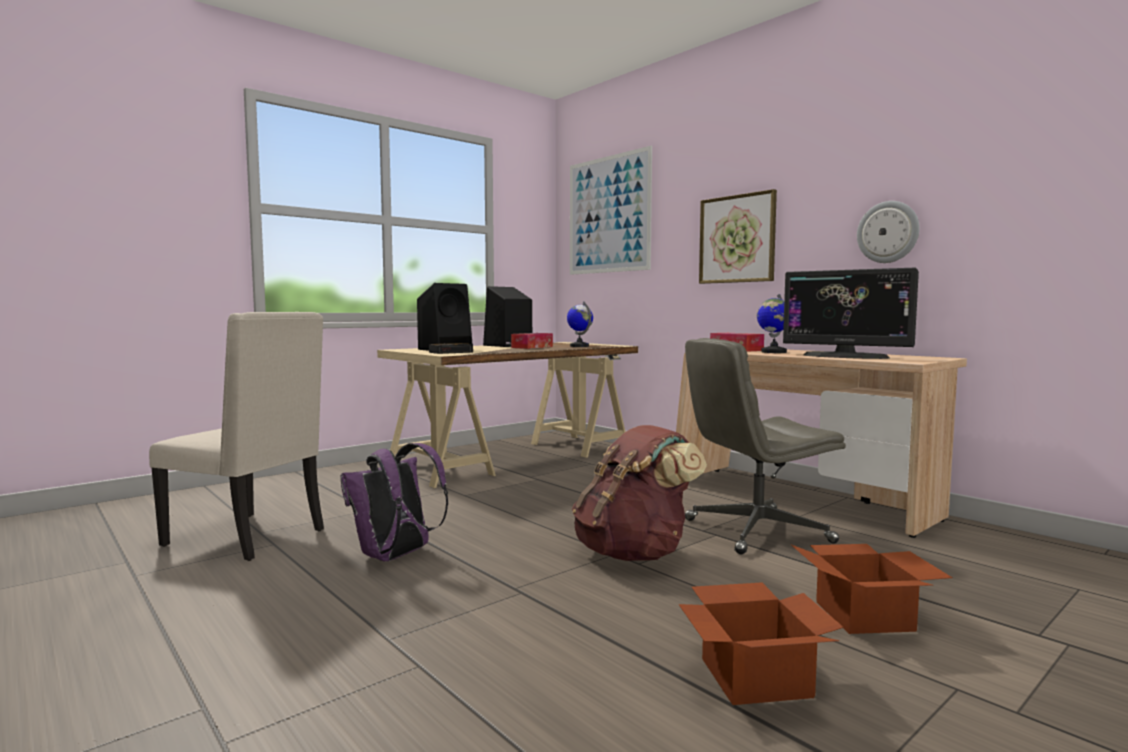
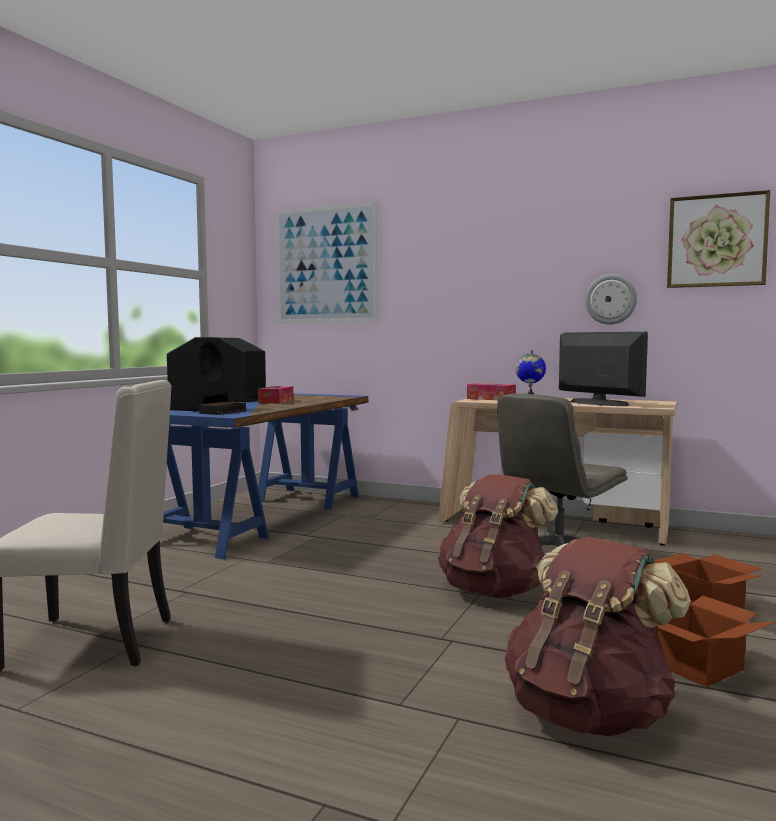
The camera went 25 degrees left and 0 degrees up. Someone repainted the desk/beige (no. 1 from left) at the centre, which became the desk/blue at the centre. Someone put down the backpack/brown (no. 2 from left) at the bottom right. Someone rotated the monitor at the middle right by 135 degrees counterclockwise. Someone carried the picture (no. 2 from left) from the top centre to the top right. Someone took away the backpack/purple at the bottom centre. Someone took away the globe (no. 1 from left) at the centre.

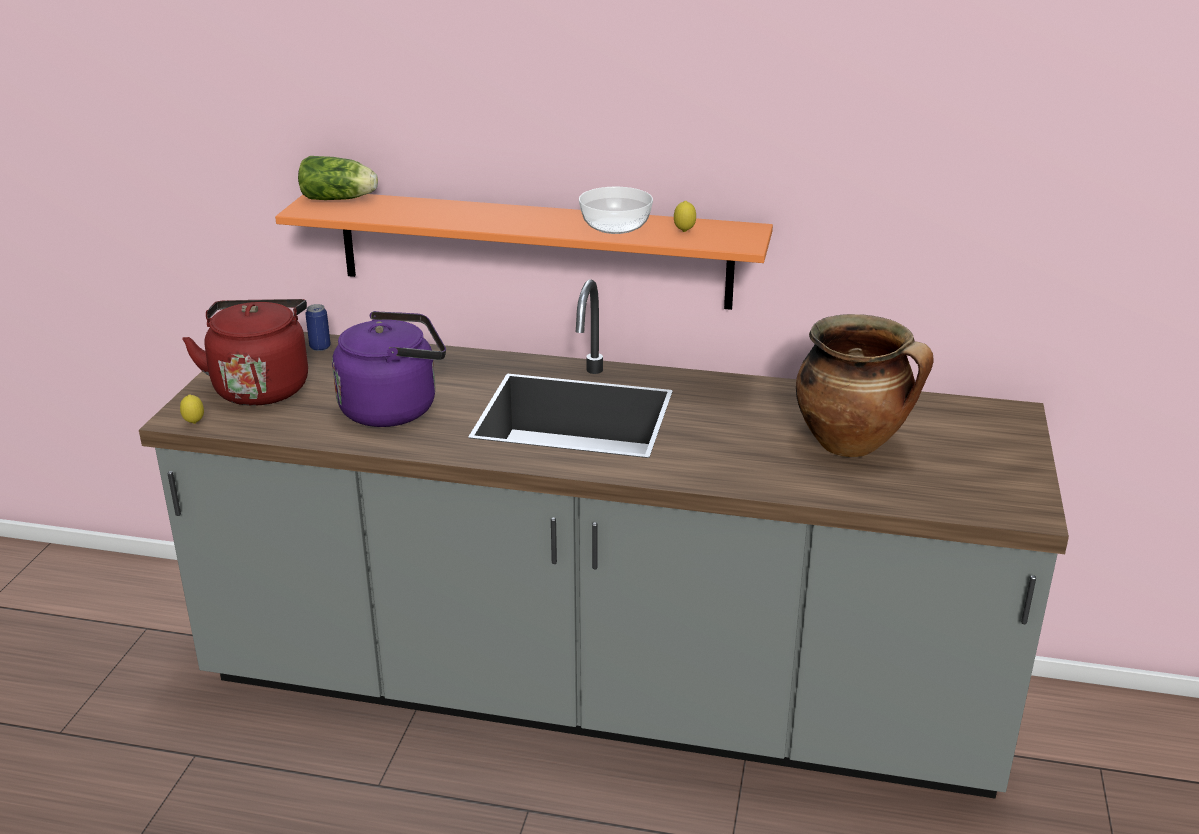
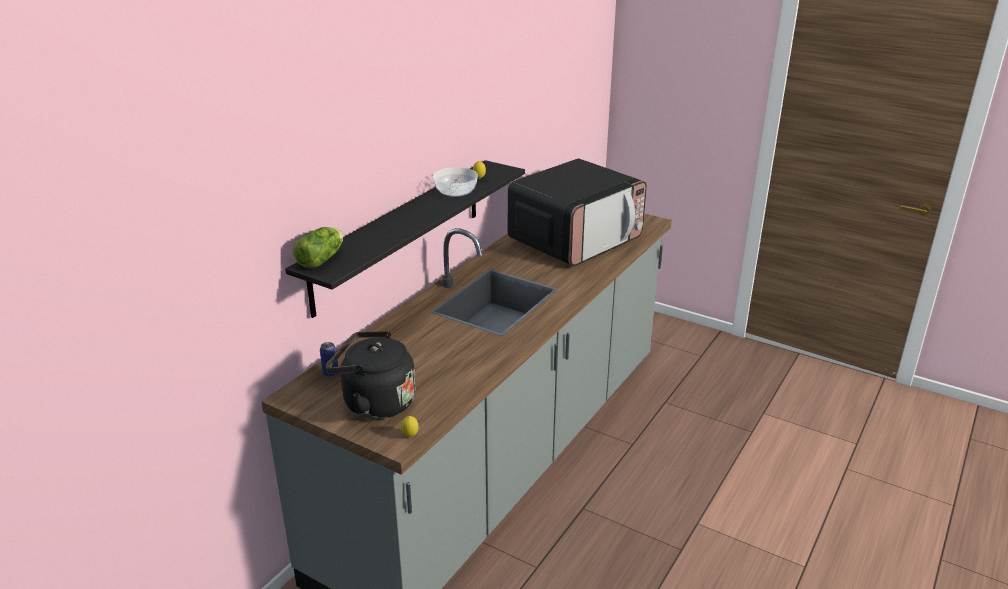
The camera went 70 degrees left and 0 degrees up. Someone repainted the shelf/orange at the top centre, which became the shelf/black at the centre. Someone repainted the kettle/red at the middle left, which became the kettle/black at the centre. Someone swapped the cooking pot at the middle right for the microwave at the centre. Someone took away the kettle/purple at the middle left.

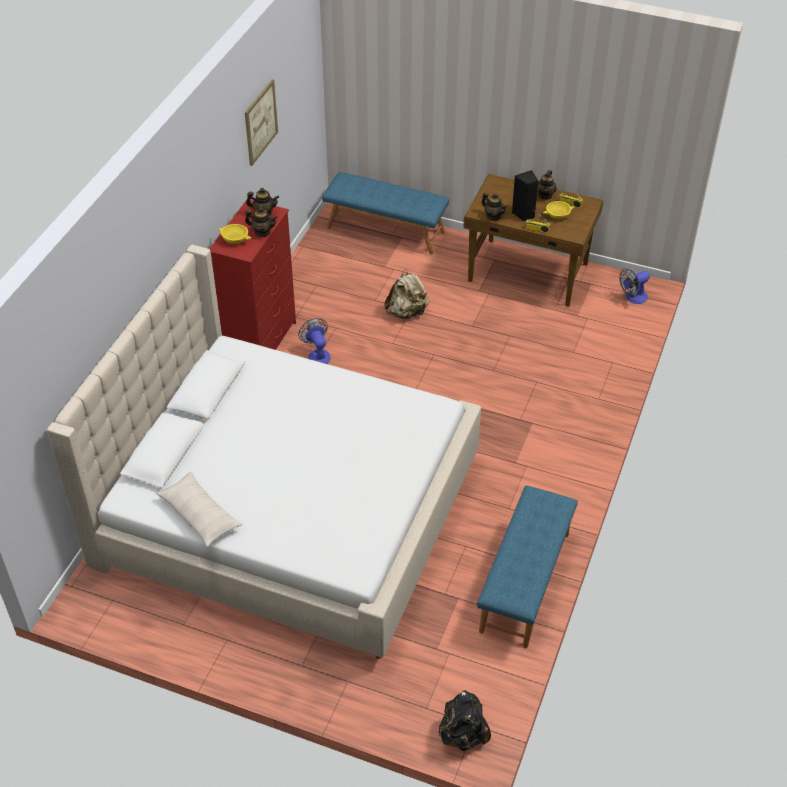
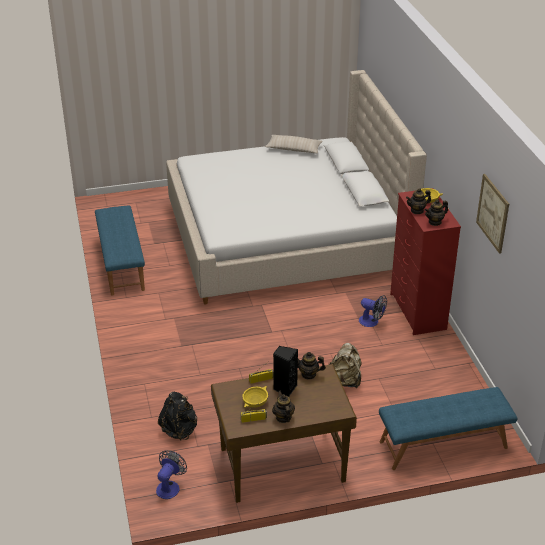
The camera went 145 degrees right and 10 degrees down. Someone carried the backpack/black from the bottom centre to the bottom left.

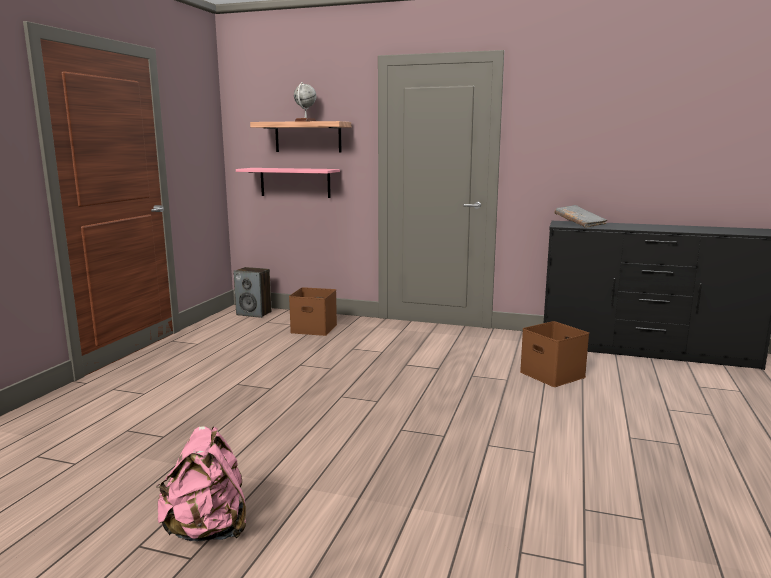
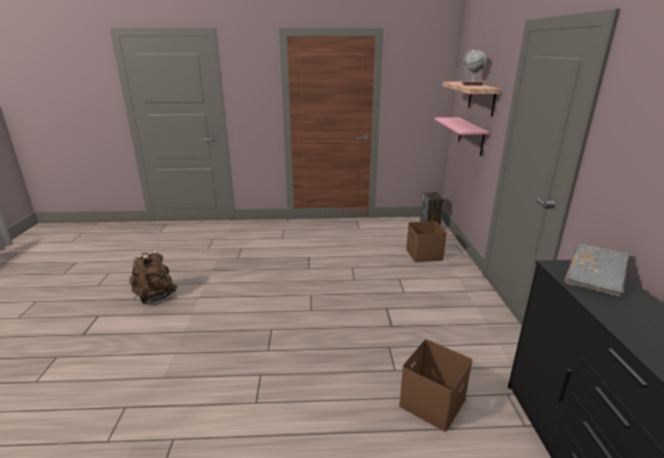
The camera went 70 degrees right and 10 degrees up. Someone repainted the backpack/pink at the bottom left, which became the backpack/brown at the middle left.

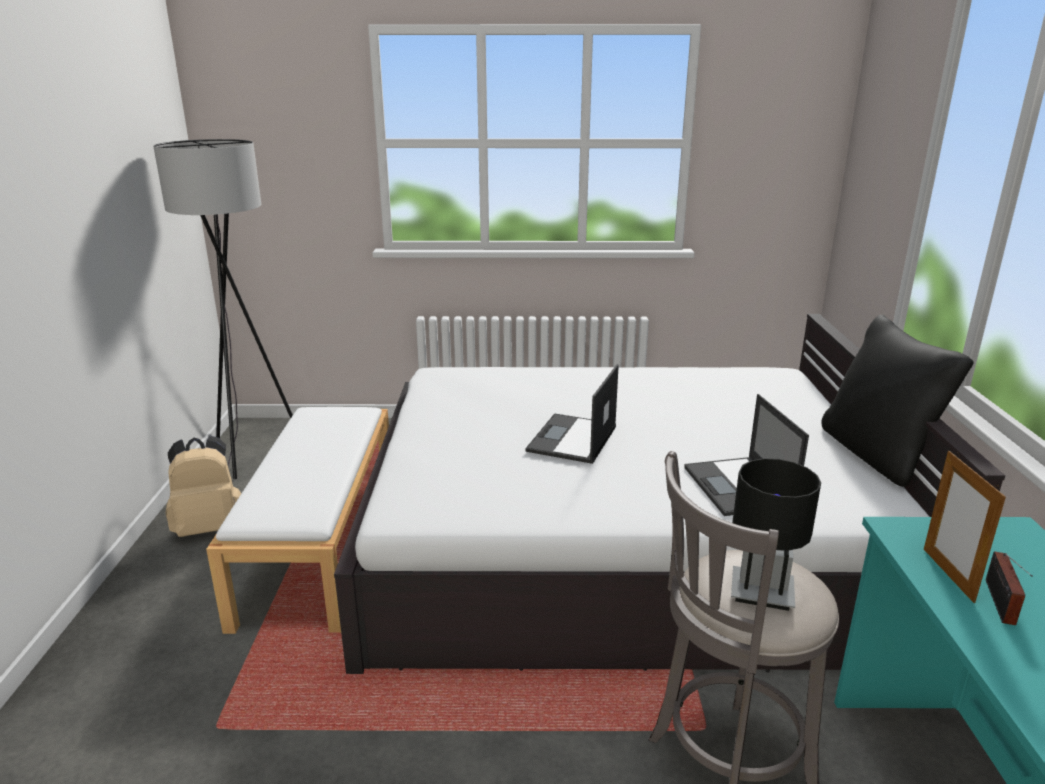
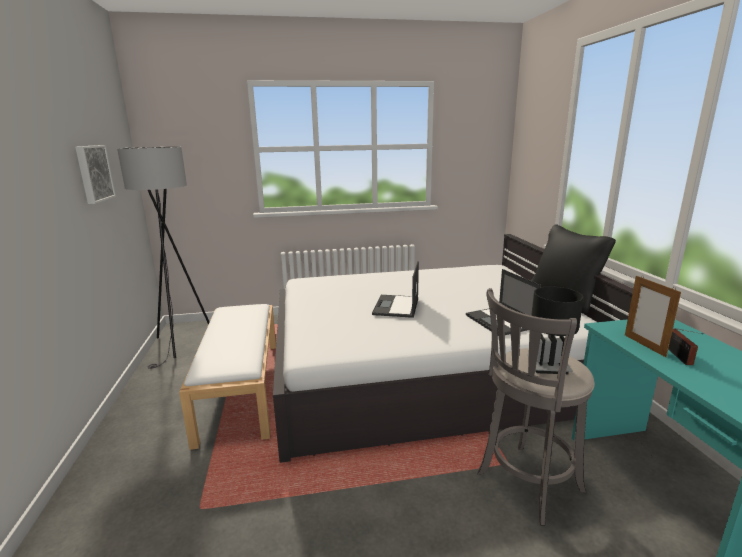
The camera went 10 degrees left and 5 degrees down. Someone put up the picture at the top left. Someone took away the backpack/beige at the middle left.

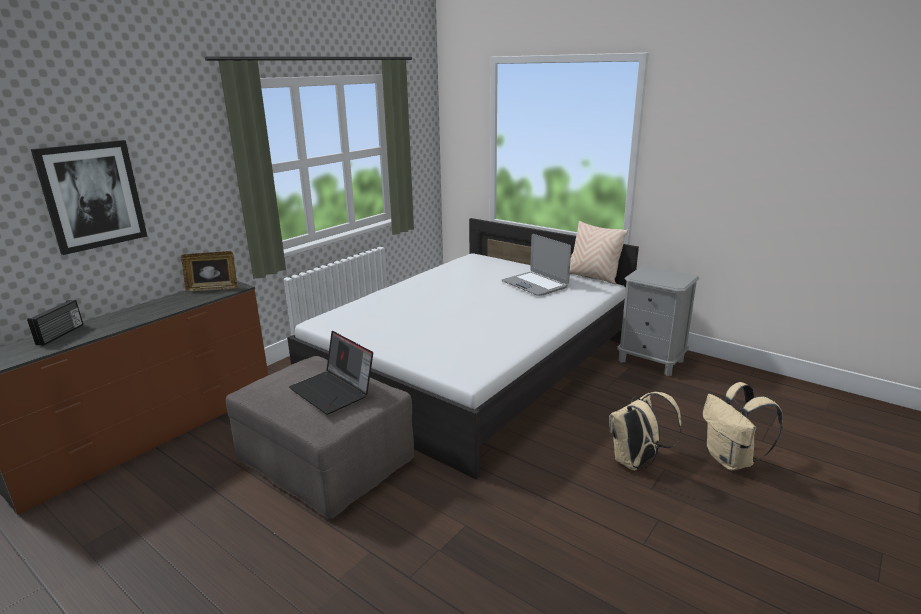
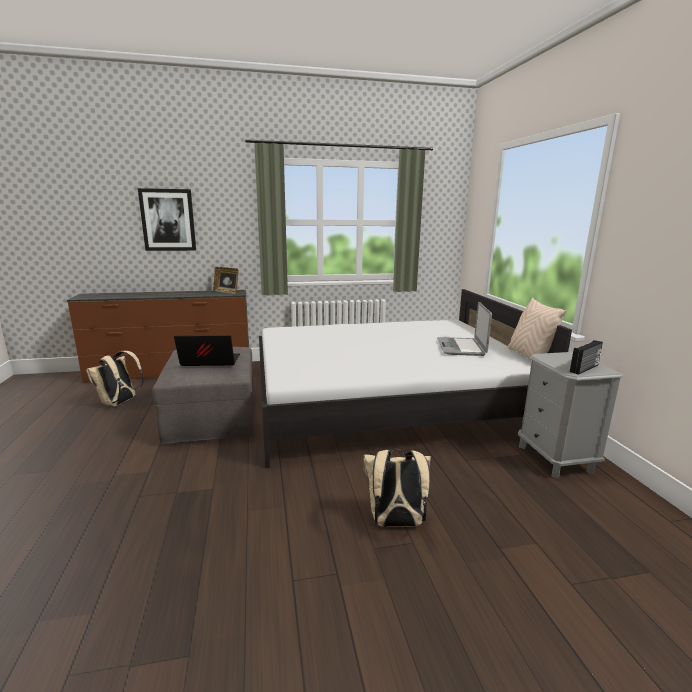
The camera went 40 degrees right and 5 degrees down. Someone carried the backpack/beige (no. 2 from left in the first image) from the bottom right to the middle left. Someone rotated the laptop (no. 1 from left) at the centre by 90 degrees clockwise. Someone carried the radio from the middle left to the middle right.

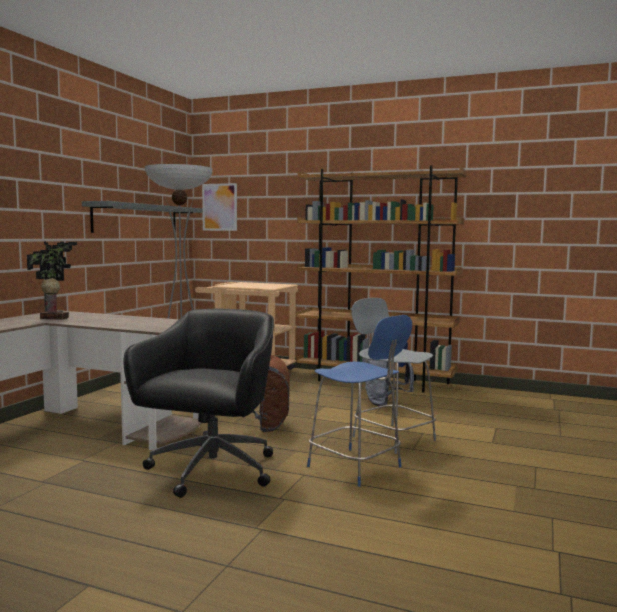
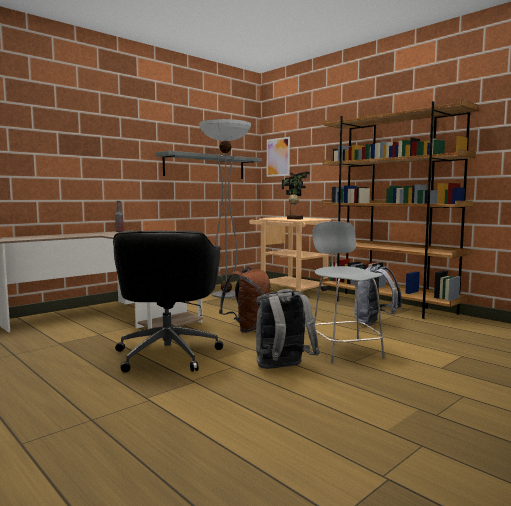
The camera went 25 degrees right and 0 degrees up. Someone rotated the office chair/black at the middle left by 135 degrees clockwise. Someone swapped the chair/blue at the centre for the backpack/grey (no. 1 from left) at the centre. Someone carried the potted plant from the middle left to the centre.

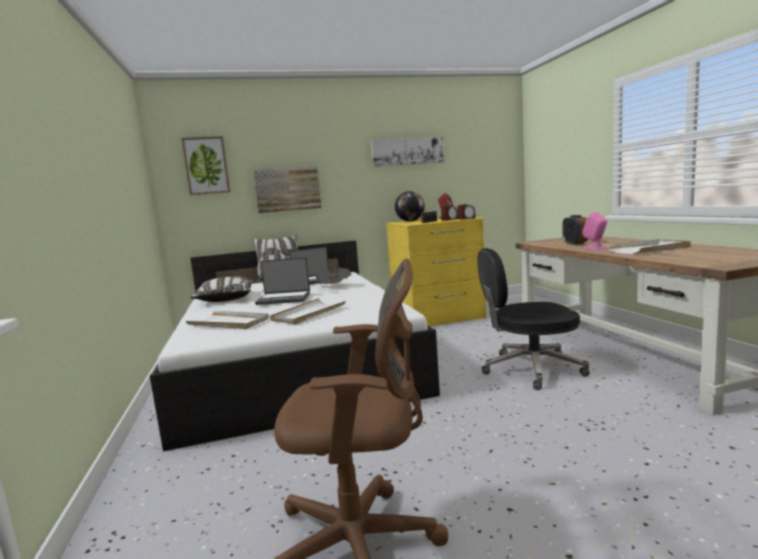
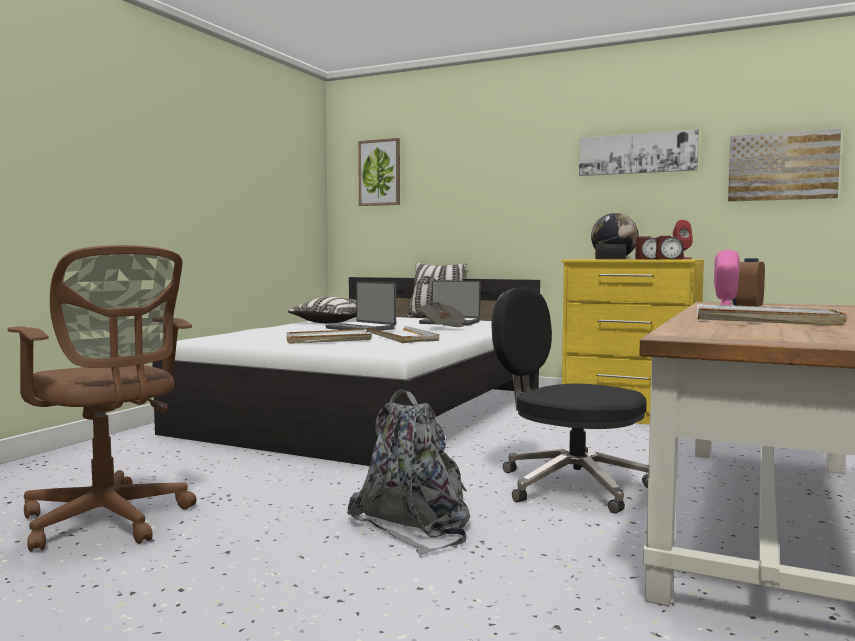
The camera went 40 degrees right and 5 degrees down. Someone put down the backpack/grey at the bottom centre. Someone carried the tray/white (no. 1 from left in the first image) from the middle left to the centre. Someone carried the picture (no. 2 from left in the first image) from the centre to the top right.

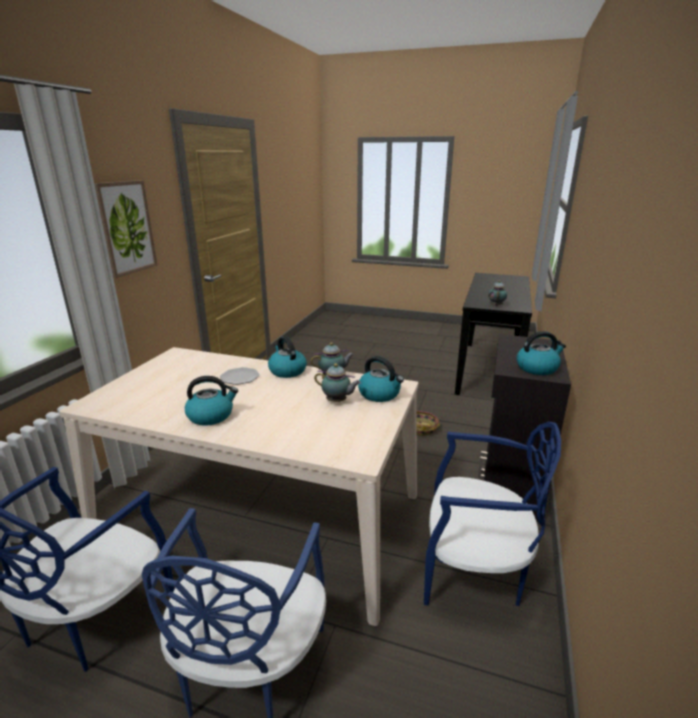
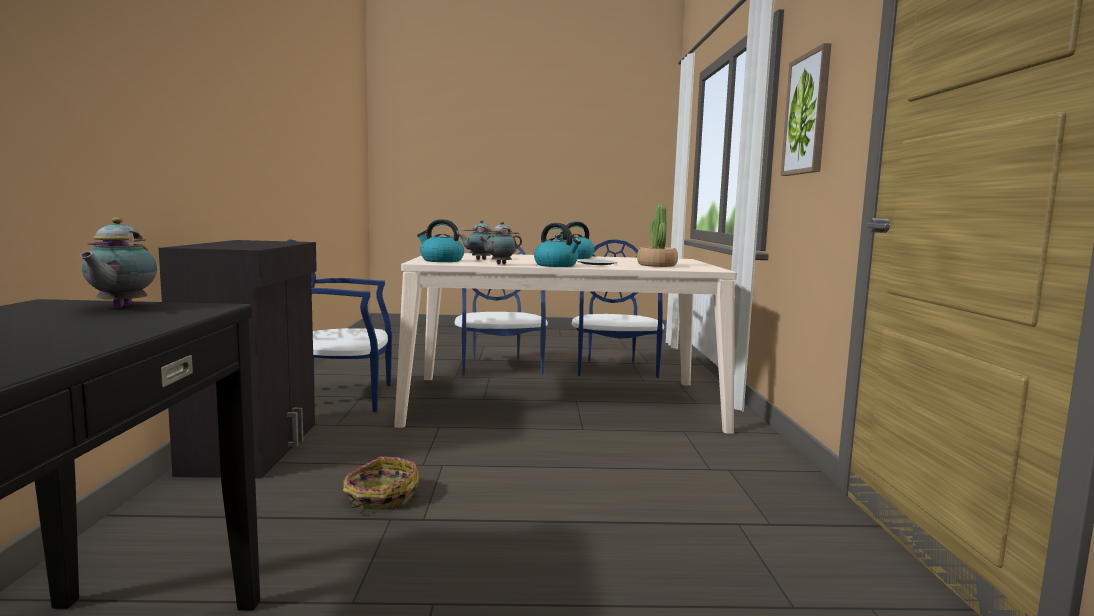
The camera went 160 degrees right and 15 degrees down. Someone put down the potted plant at the centre. Someone took away the kettle (no. 4 from left) at the middle right.

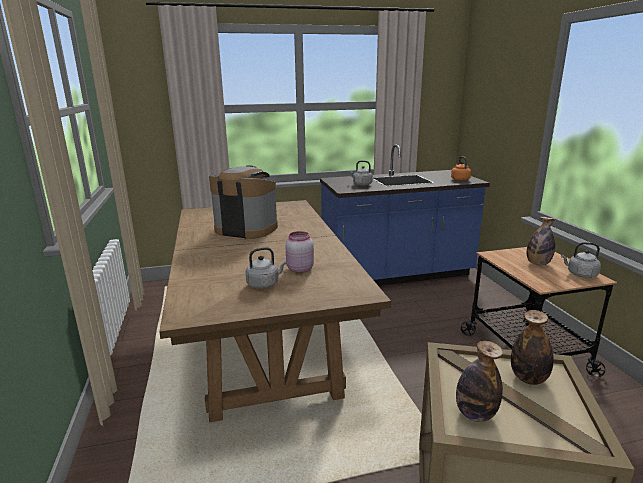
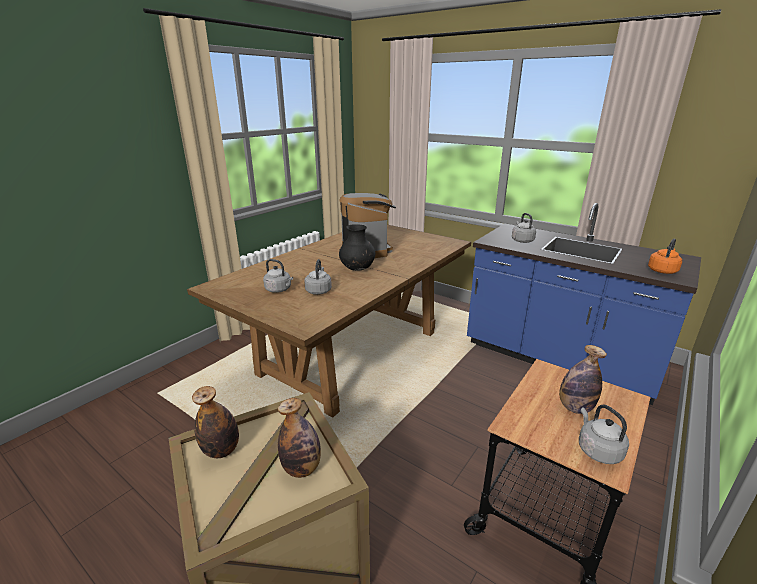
The camera went 50 degrees right and 5 degrees up. Someone swapped the jar/pink at the centre for the kettle/grey (no. 2 from left) at the centre. Someone put down the vase/black at the centre.

